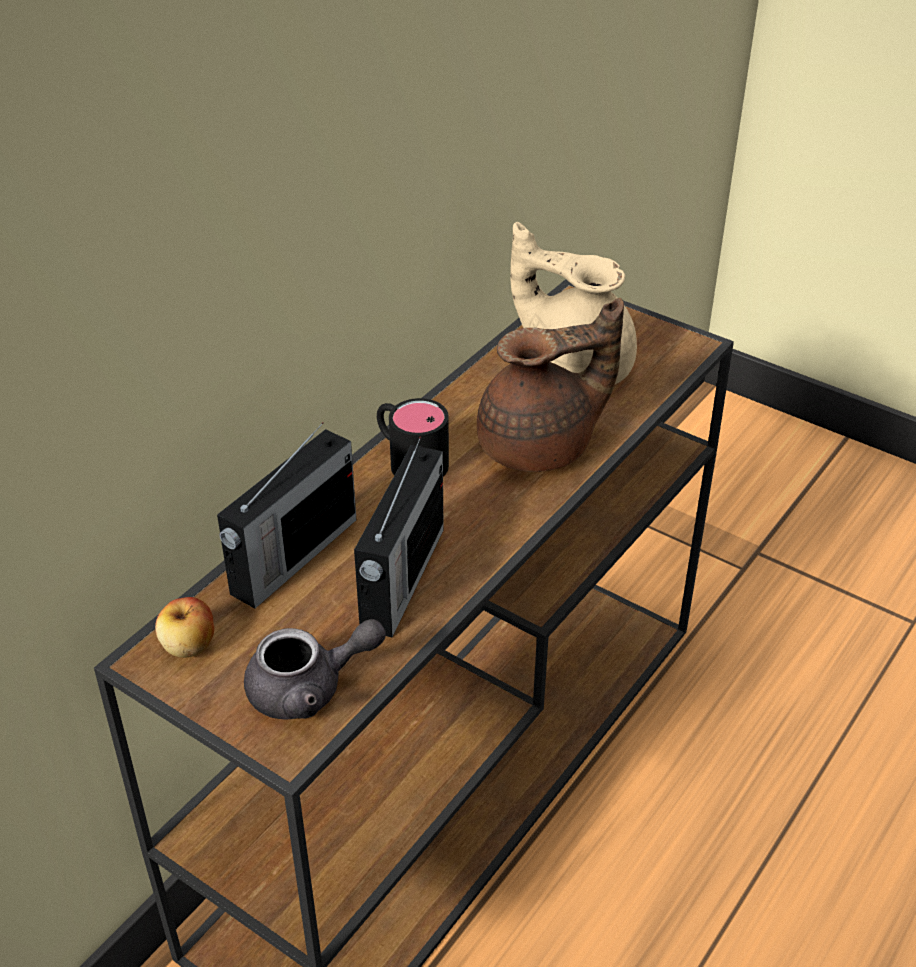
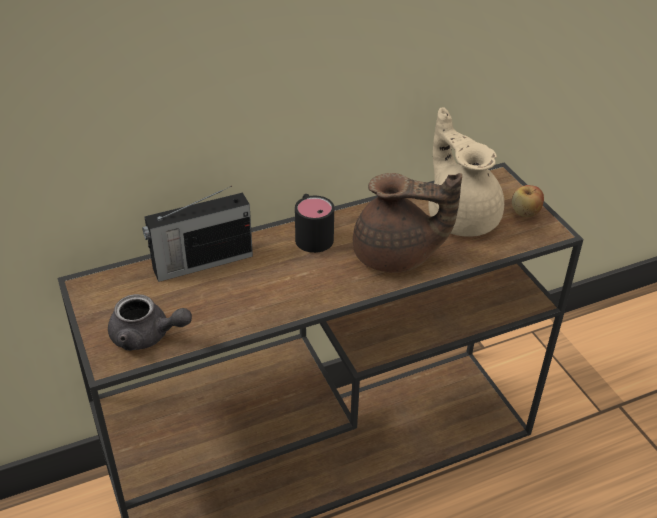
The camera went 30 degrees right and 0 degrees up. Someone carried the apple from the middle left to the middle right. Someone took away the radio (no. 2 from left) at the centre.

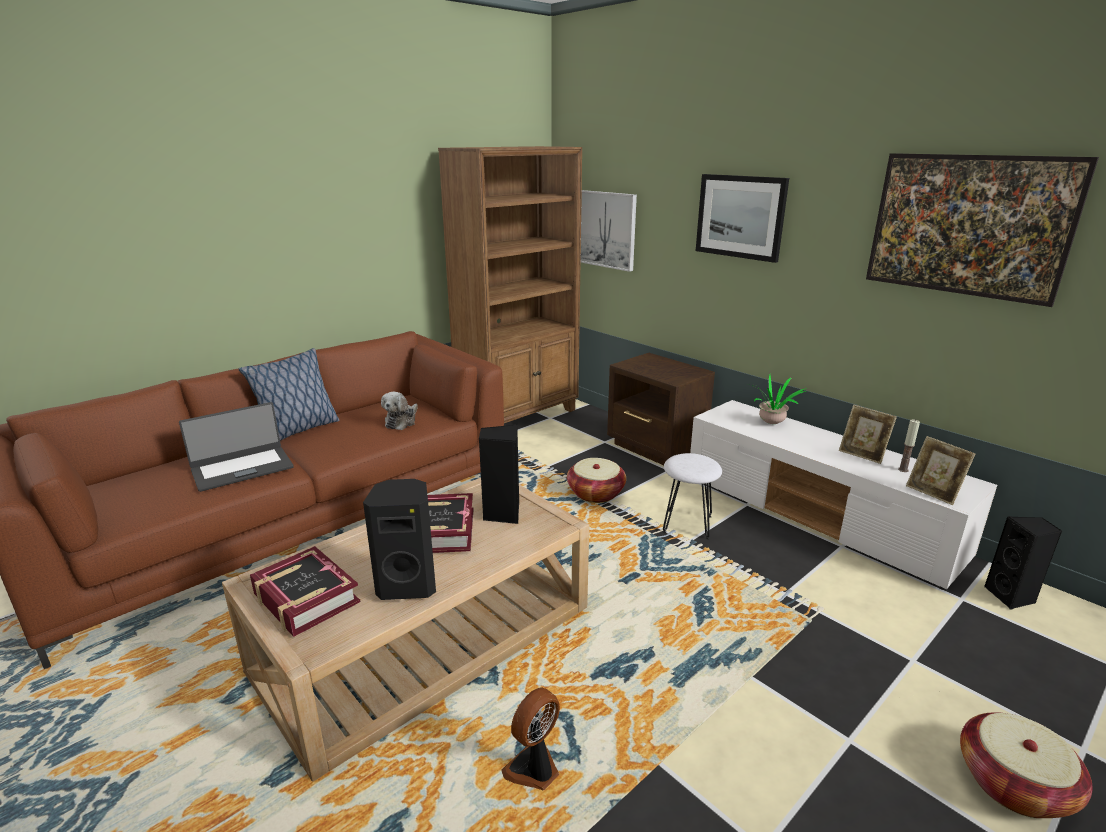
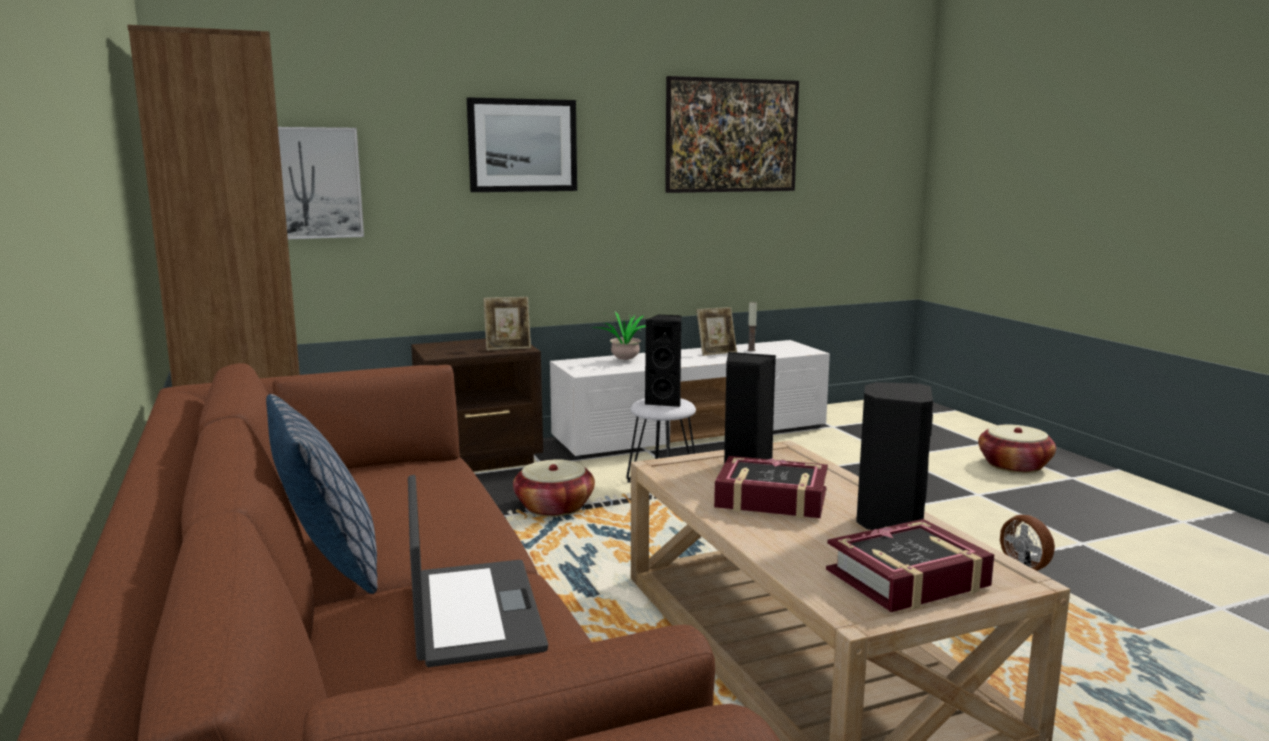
The camera went 70 degrees left and 10 degrees down. Someone carried the picture frame (no. 2 from left in the first image) from the middle right to the centre. Someone carried the speaker/black (no. 3 from left in the first image) from the bottom right to the centre. Someone took away the plush toy at the centre.

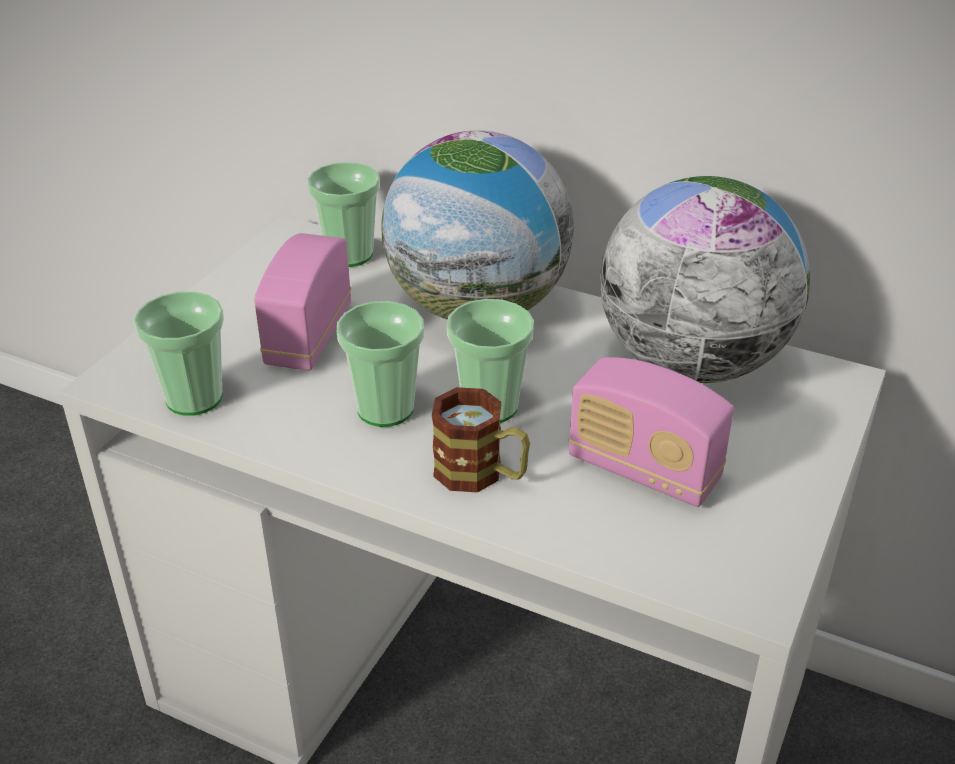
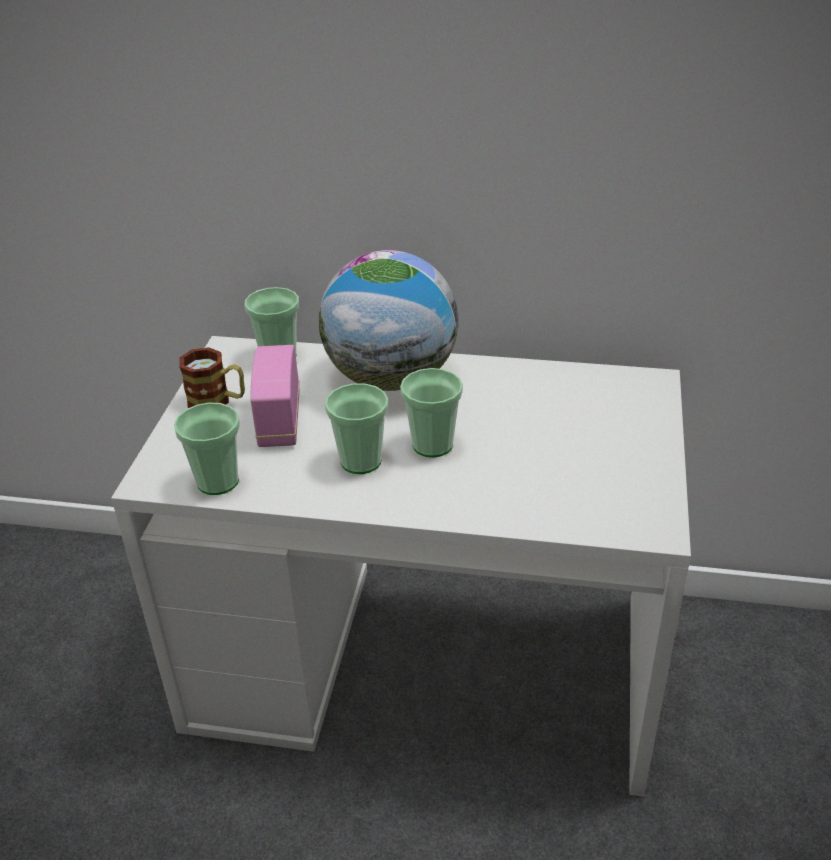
The camera went 15 degrees left and 0 degrees up. Someone carried the mug from the centre to the middle left. Someone took away the radio (no. 2 from left) at the middle right. Someone took away the globe (no. 2 from left) at the middle right.

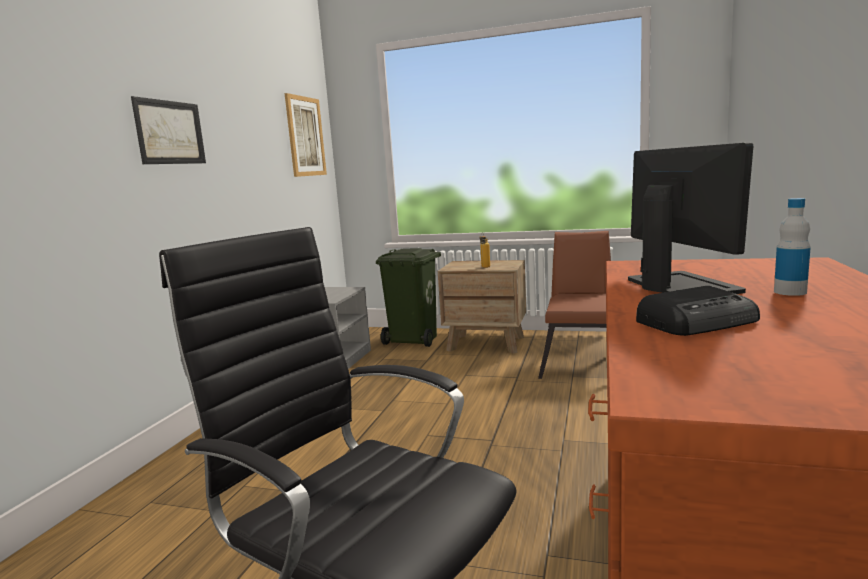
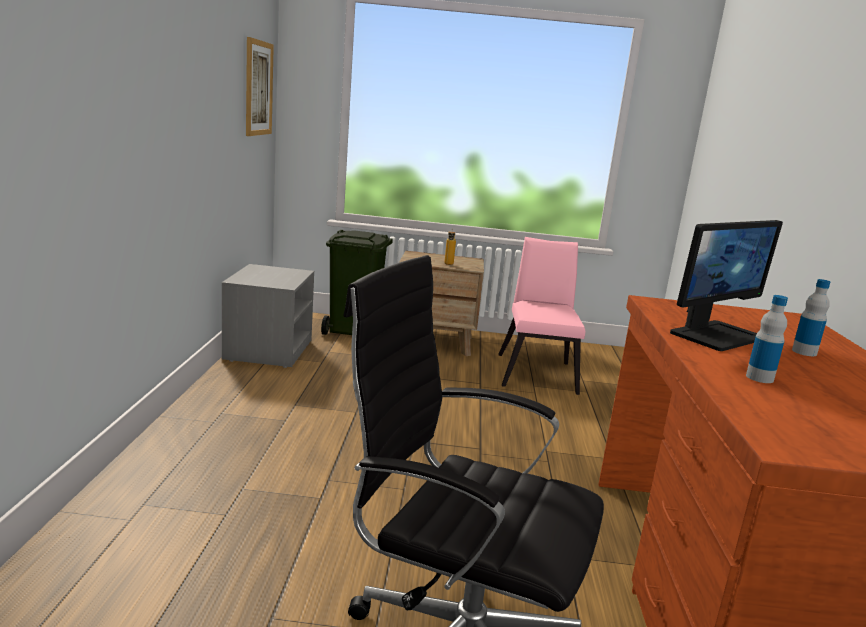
The camera went 15 degrees left and 5 degrees up. Someone repainted the chair/brown at the centre, which became the chair/pink at the centre. Someone rotated the monitor at the middle right by 75 degrees clockwise. Someone swapped the radio at the middle right for the bottle (no. 2 from left) at the middle right. Someone took away the picture (no. 1 from left) at the top left.

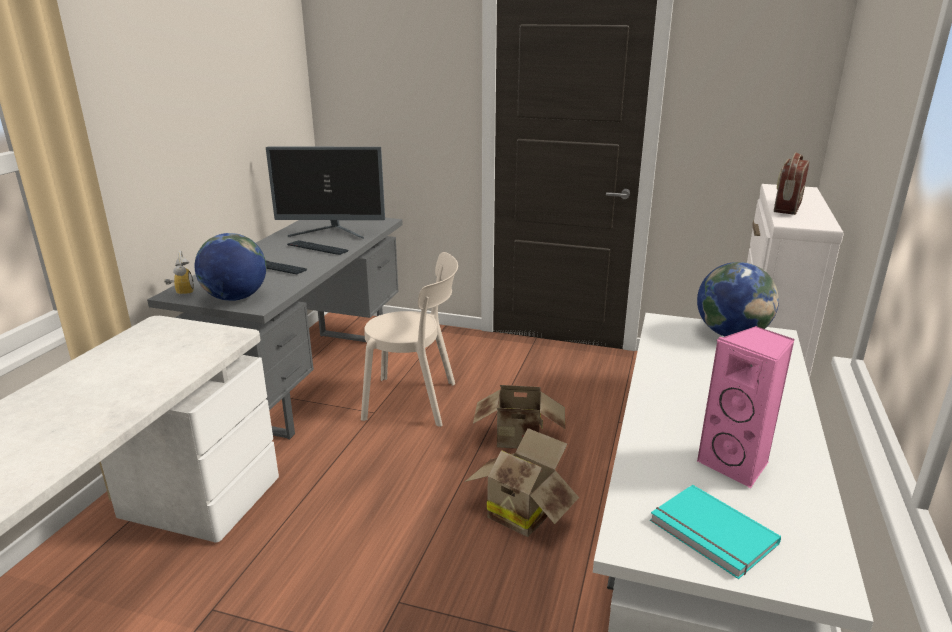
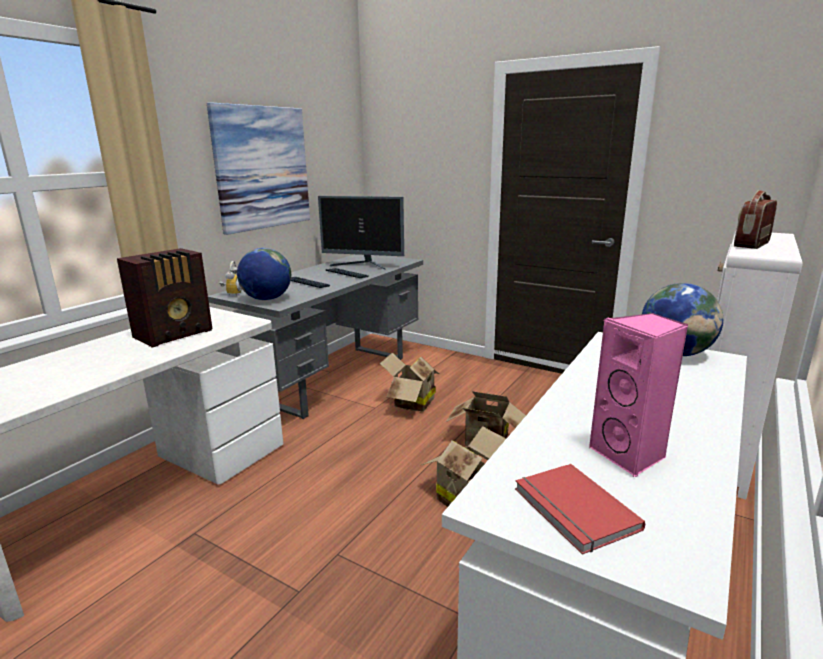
The camera went 15 degrees right and 5 degrees down. Someone put down the radio (no. 1 from left) at the middle left. Someone put up the picture at the top left. Someone swapped the chair/beige at the centre for the cardboard box (no. 1 from left) at the centre. Someone repainted the book/turquoise at the bottom right, which became the book/red at the bottom right.

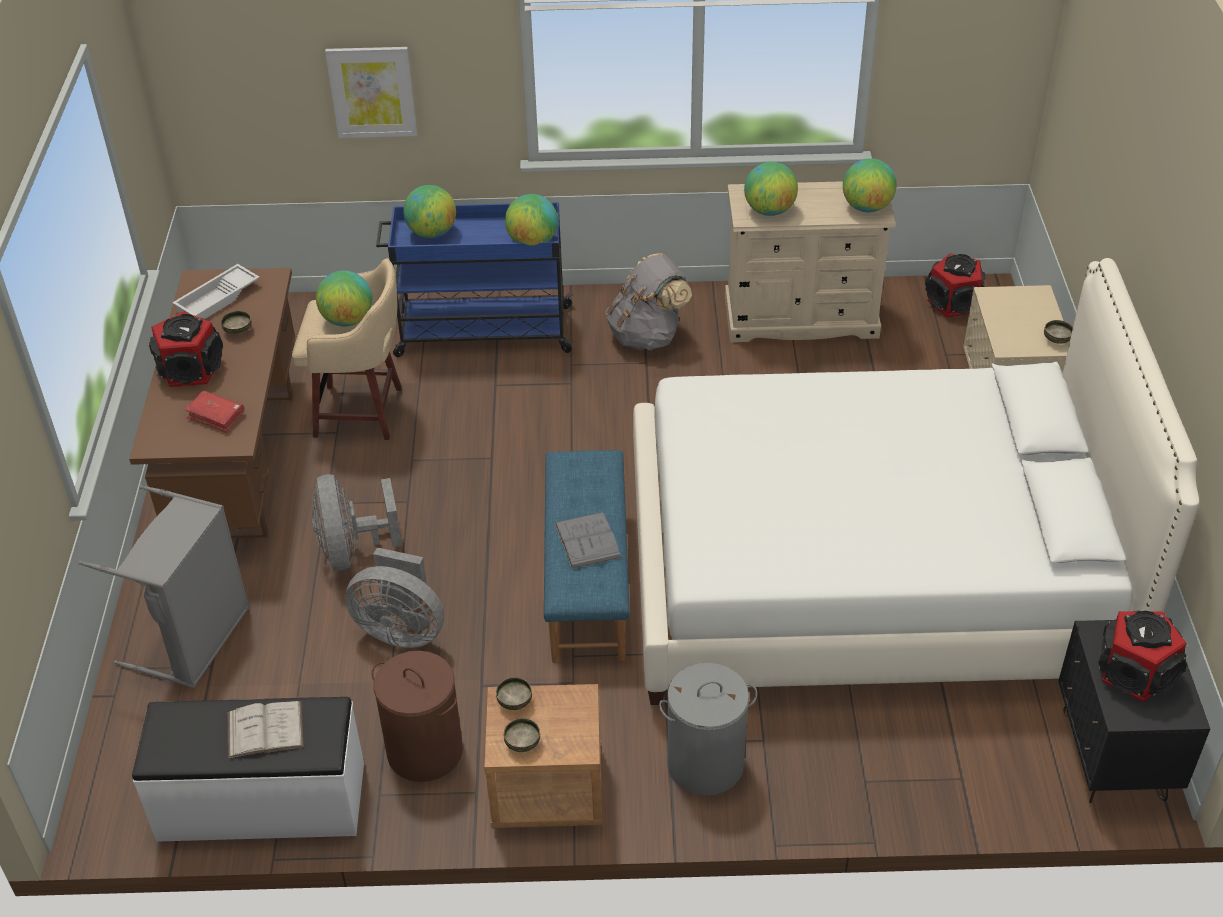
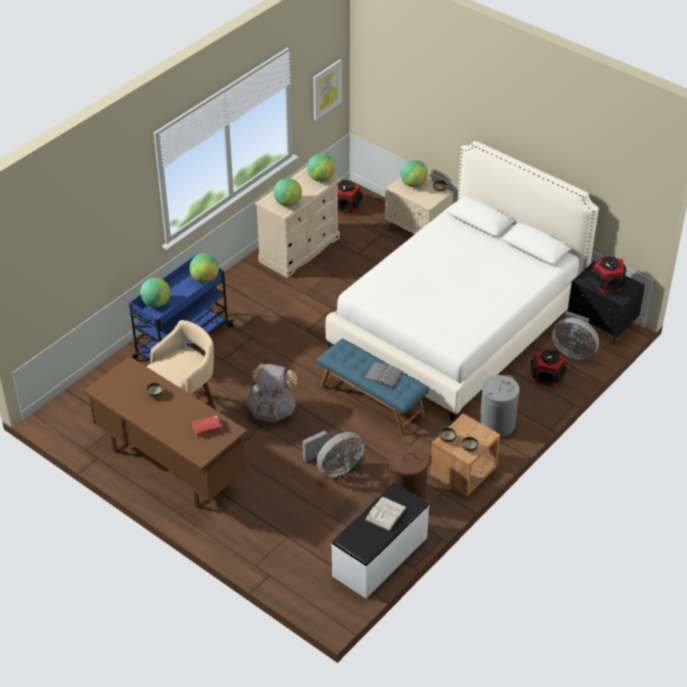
The camera went 50 degrees left and 0 degrees up. Someone carried the backpack/grey from the top centre to the centre. Someone carried the picture from the top left to the top centre. Someone carried the globe (no. 1 from left in the first image) from the top left to the top centre. Someone carried the speaker (no. 1 from left in the first image) from the middle left to the middle right. Someone carried the fan/grey (no. 1 from left in the first image) from the middle left to the middle right. Someone took away the laundry basket/grey (no. 1 from left) at the middle left. Someone took away the tray/white at the top left.

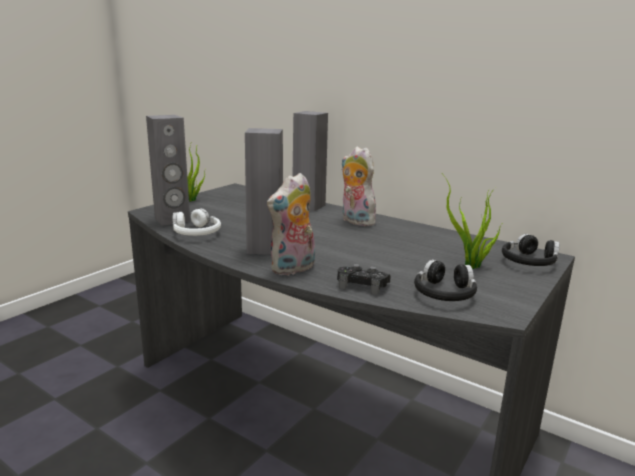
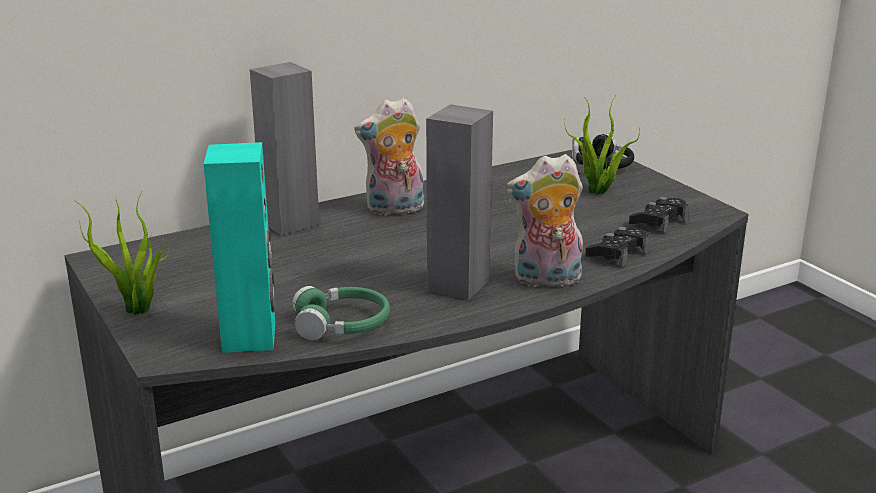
The camera went 65 degrees left and 5 degrees up. Someone repainted the speaker/grey (no. 1 from left) at the middle left, which became the speaker/turquoise at the middle left. Someone repainted the headphones/white at the middle left, which became the headphones/green at the centre. Someone rotated the plush toy (no. 1 from left in the first image) at the centre by 105 degrees clockwise. Someone swapped the headphones/black (no. 1 from left) at the middle right for the game controller/black (no. 2 from left) at the middle right.

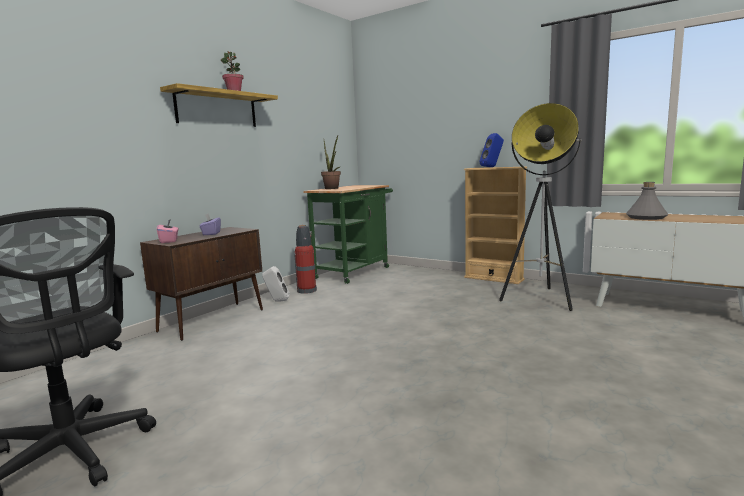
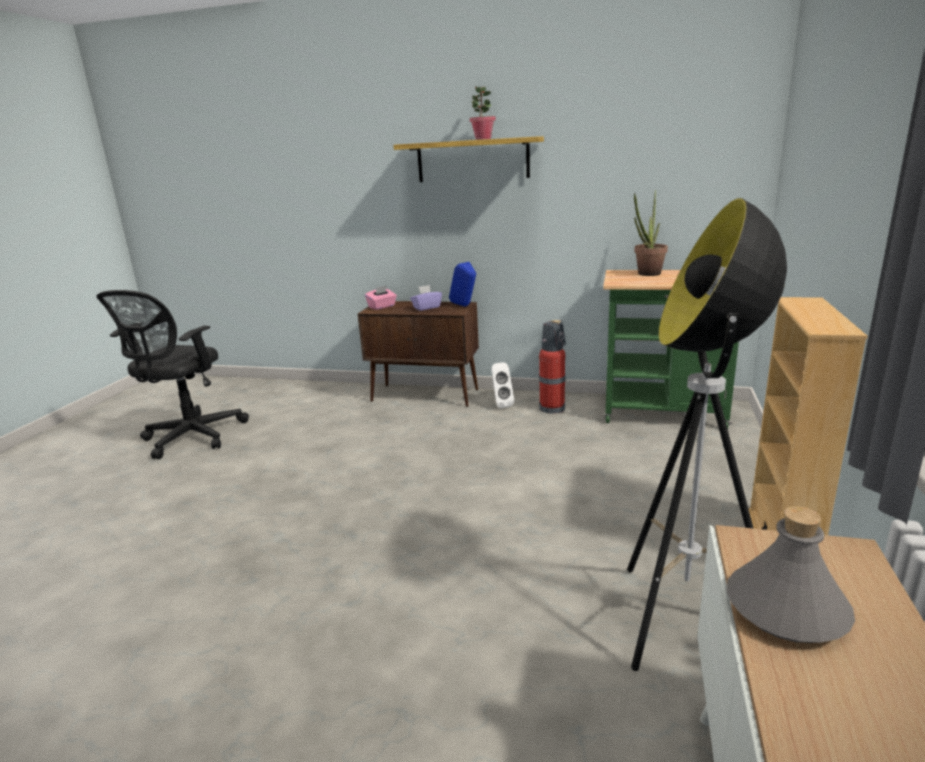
The camera went 70 degrees right and 10 degrees up. Someone carried the speaker/blue from the top centre to the centre.

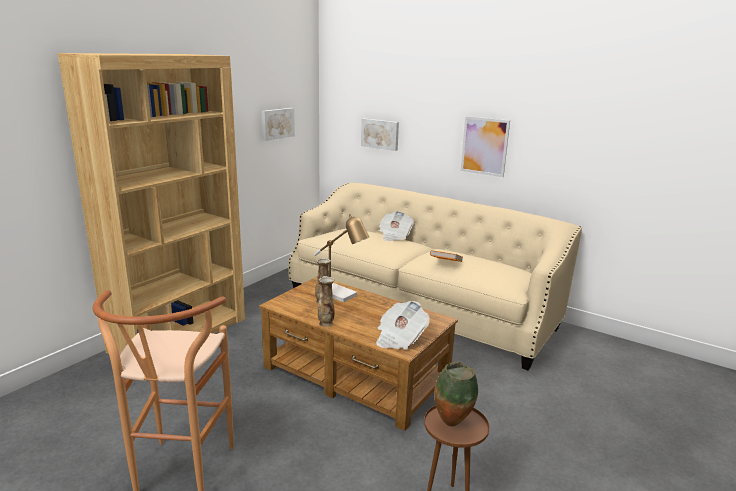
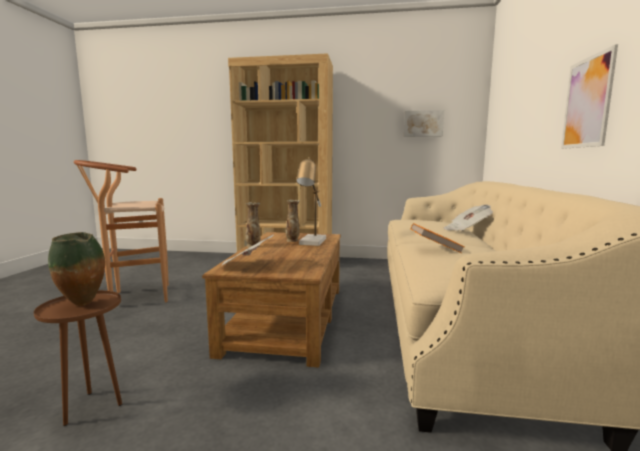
The camera went 65 degrees right and 10 degrees down. Someone took away the picture (no. 2 from left) at the top centre.

